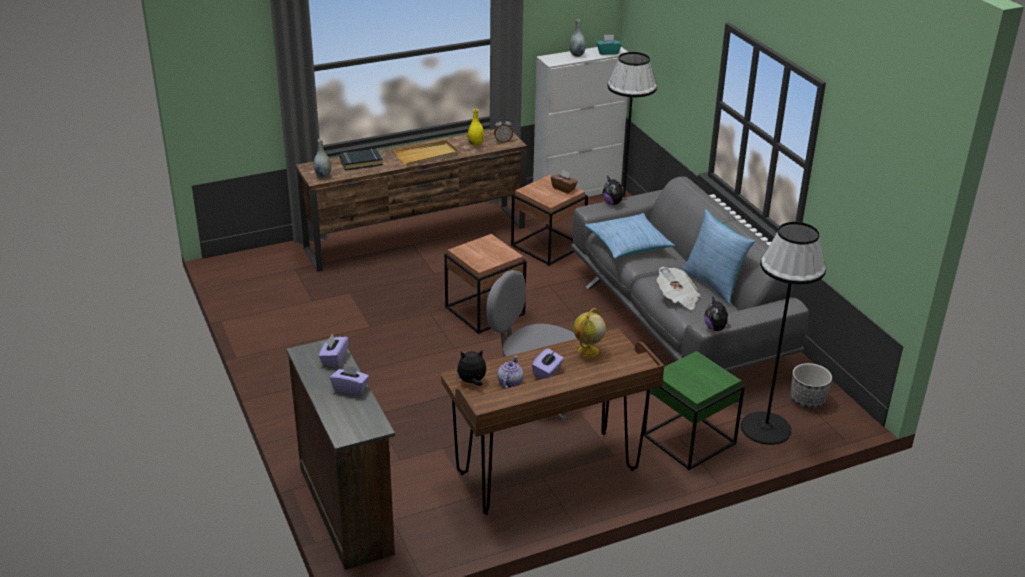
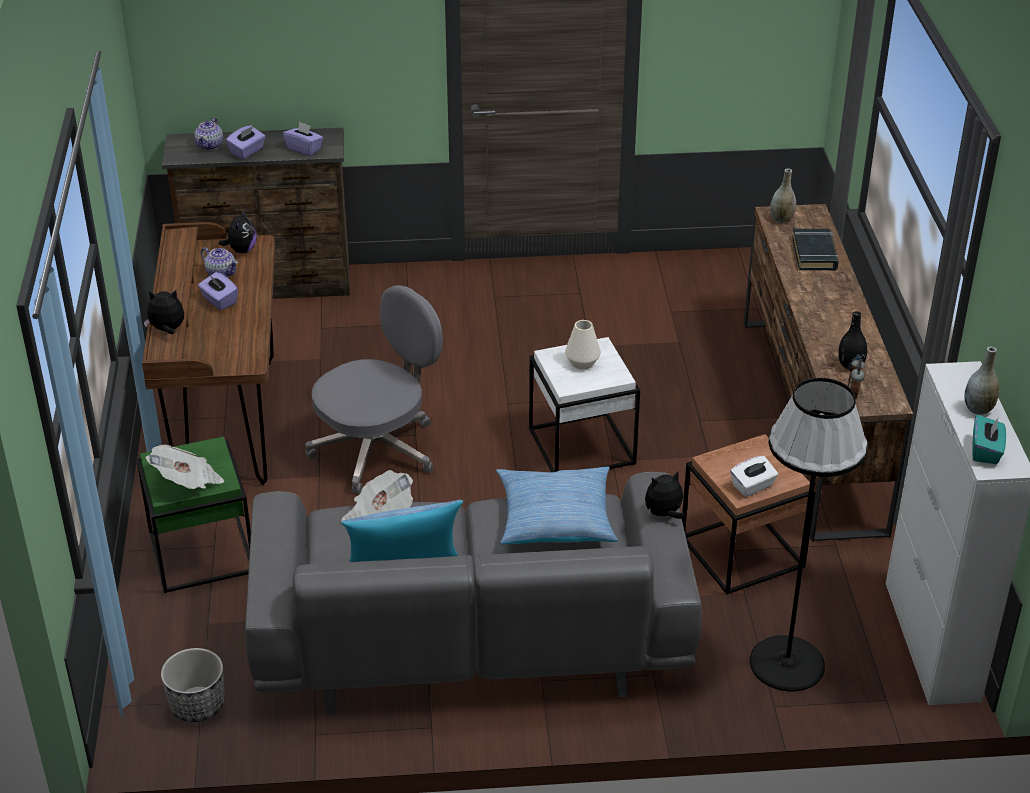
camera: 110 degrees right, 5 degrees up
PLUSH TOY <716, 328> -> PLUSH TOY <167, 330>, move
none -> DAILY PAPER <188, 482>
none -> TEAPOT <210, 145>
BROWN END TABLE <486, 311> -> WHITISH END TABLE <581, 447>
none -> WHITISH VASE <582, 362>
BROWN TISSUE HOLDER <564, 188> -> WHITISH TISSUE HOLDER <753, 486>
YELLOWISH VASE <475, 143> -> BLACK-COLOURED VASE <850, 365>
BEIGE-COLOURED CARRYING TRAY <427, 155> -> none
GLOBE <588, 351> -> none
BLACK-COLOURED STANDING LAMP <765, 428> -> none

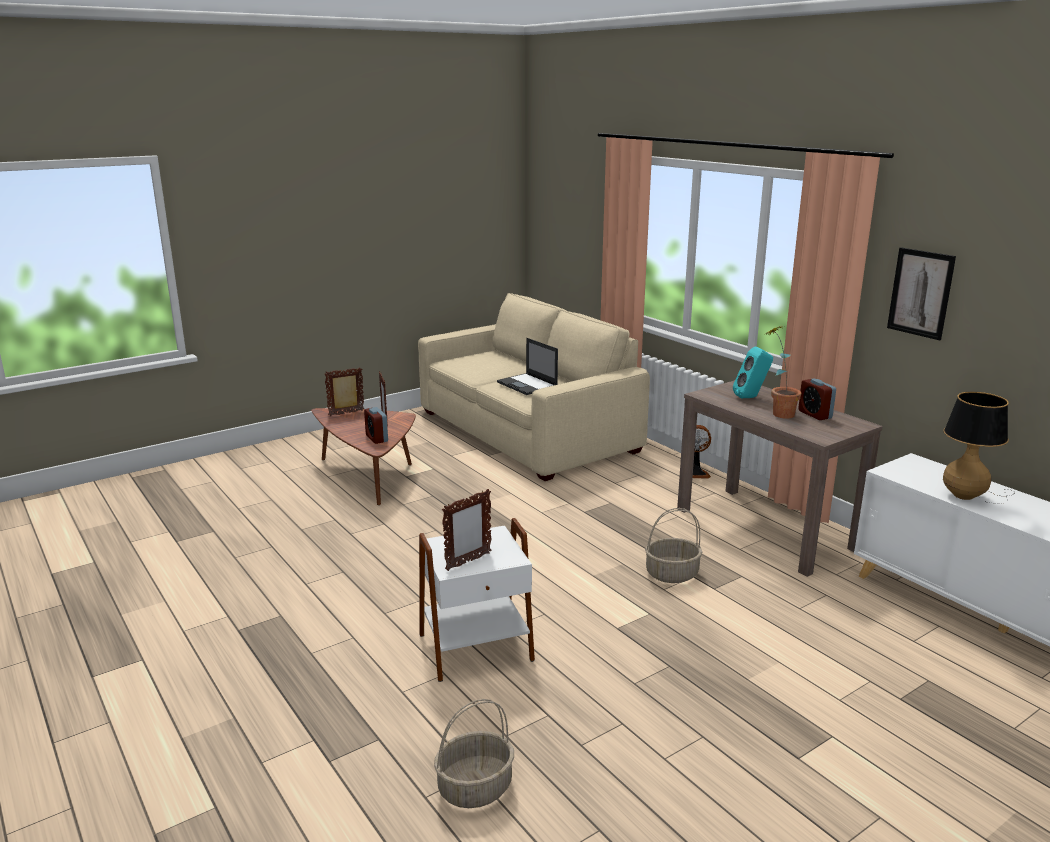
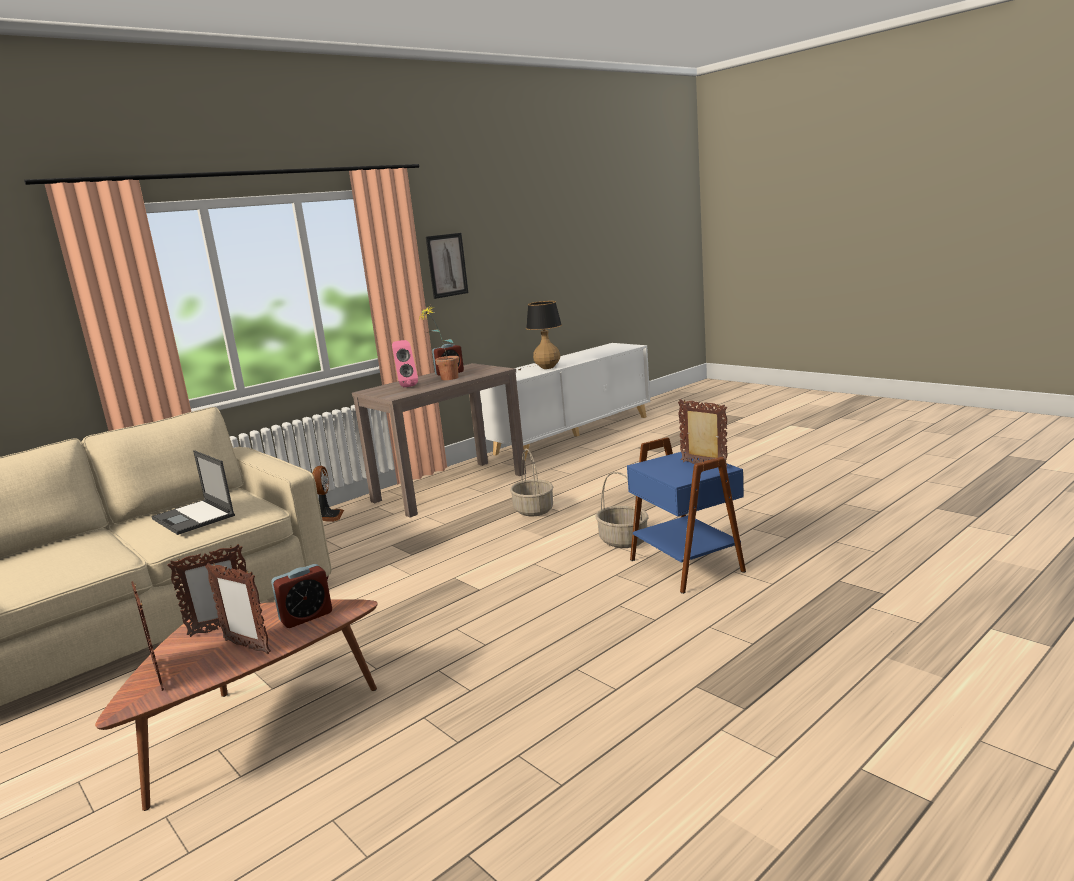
camera: 95 degrees left, 5 degrees down
NOTEBOOK COMPUTER <527, 385> -> NOTEBOOK COMPUTER <194, 517>, 90 degrees clockwise
none -> STANDING FRAME <247, 647>
BLUE-GREEN AUDIO SPEAKER <751, 397> -> PINK-COLOURED AUDIO SPEAKER <406, 386>
BASKET <475, 787> -> BASKET <622, 540>, move
WHITISH END TABLE <476, 649> -> BLUE END TABLE <688, 564>

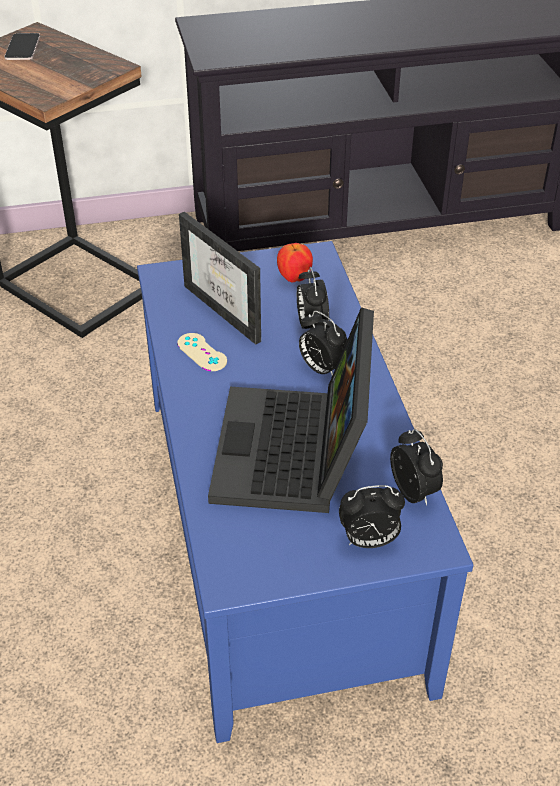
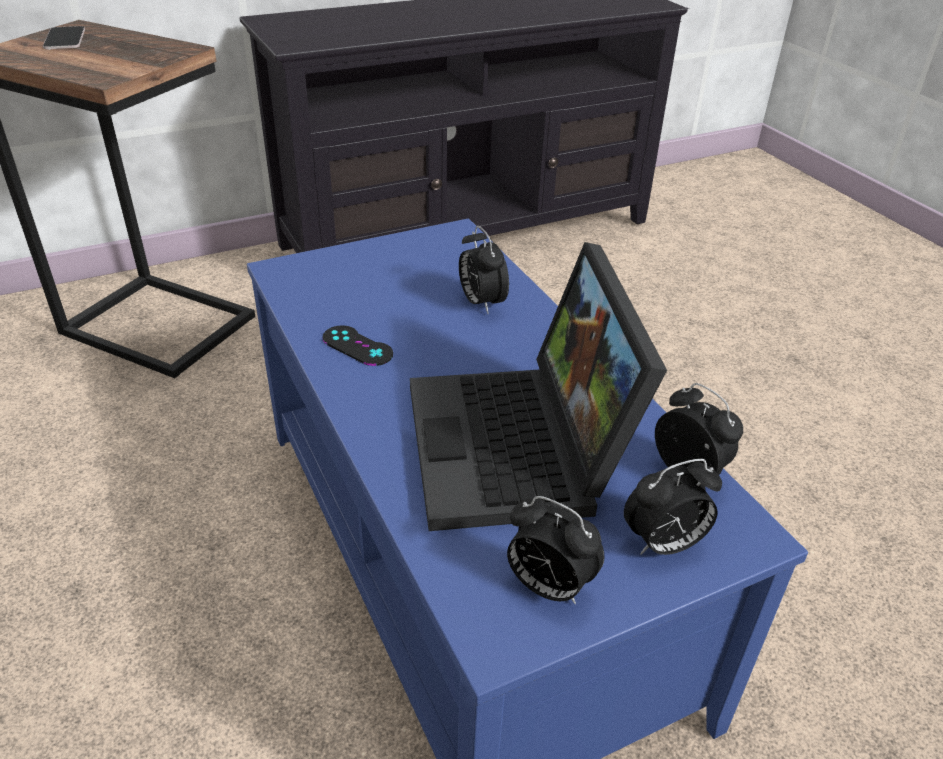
camera: 15 degrees left, 5 degrees down
BEIGE-COLOURED GAME CONTROLLER <202, 352> -> BLACK-COLOURED GAME CONTROLLER <357, 346>
ALARM CLOCK <322, 369> -> ALARM CLOCK <547, 586>, move
STANDING FRAME <232, 309> -> none
WHOLE APPLE <294, 278> -> none

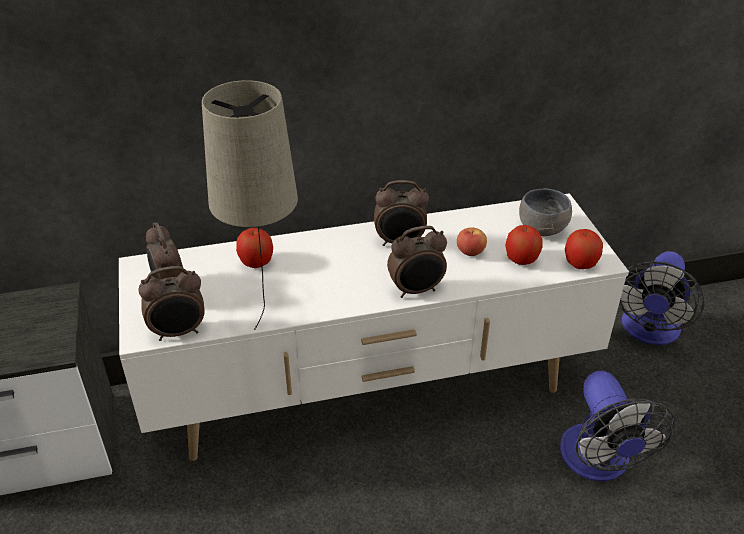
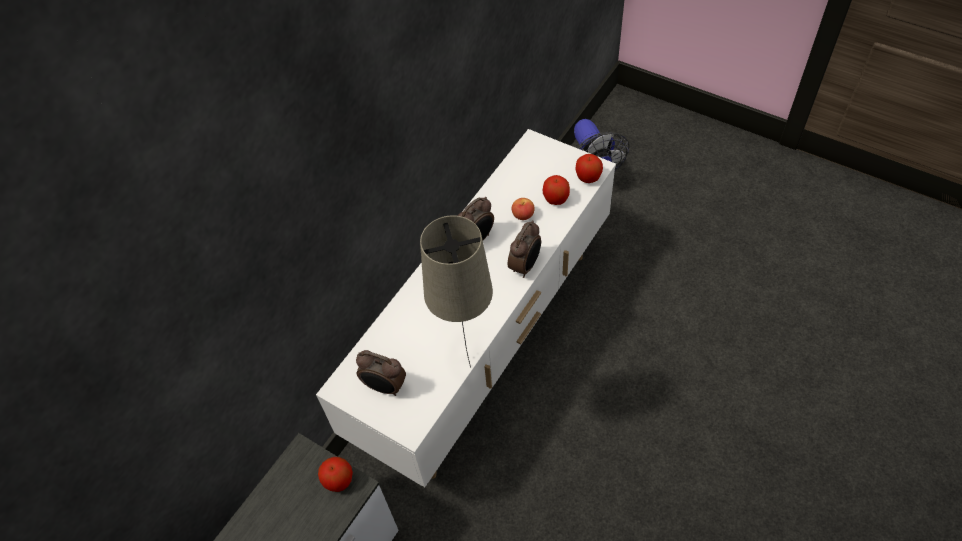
camera: 40 degrees left, 15 degrees up
WHOLE APPLE <256, 262> -> WHOLE APPLE <339, 480>, move
ALARM CLOCK <179, 332> -> none
GREY SERVING BOWL <541, 228> -> none
ELECTRIC FAN <599, 463> -> none

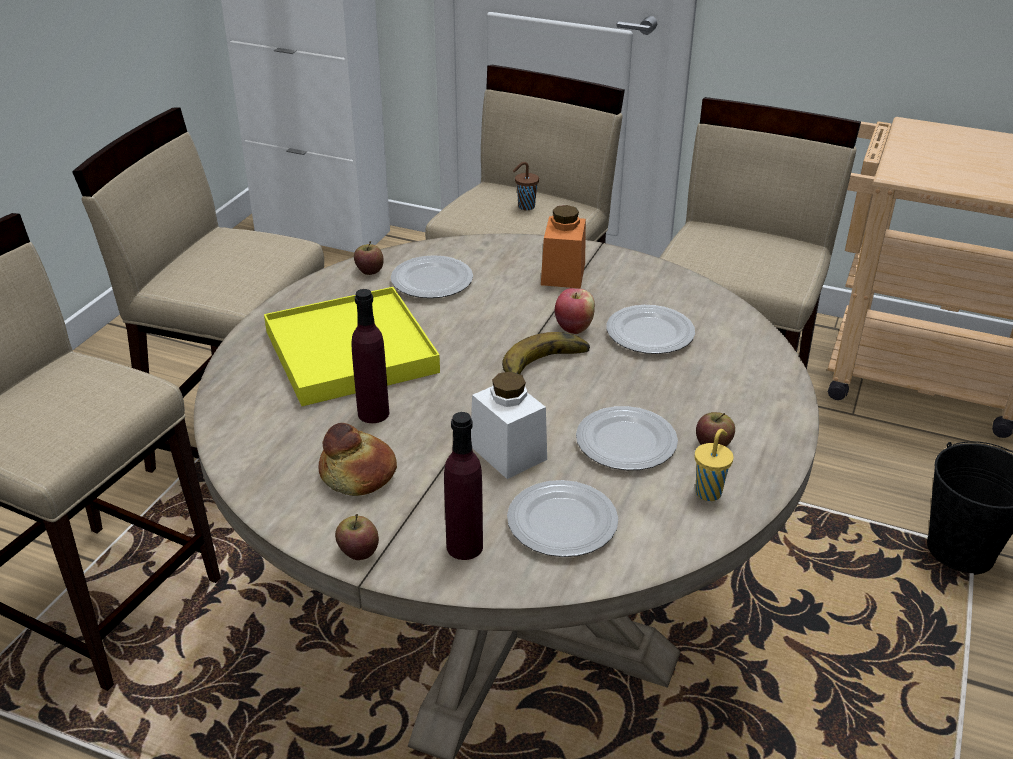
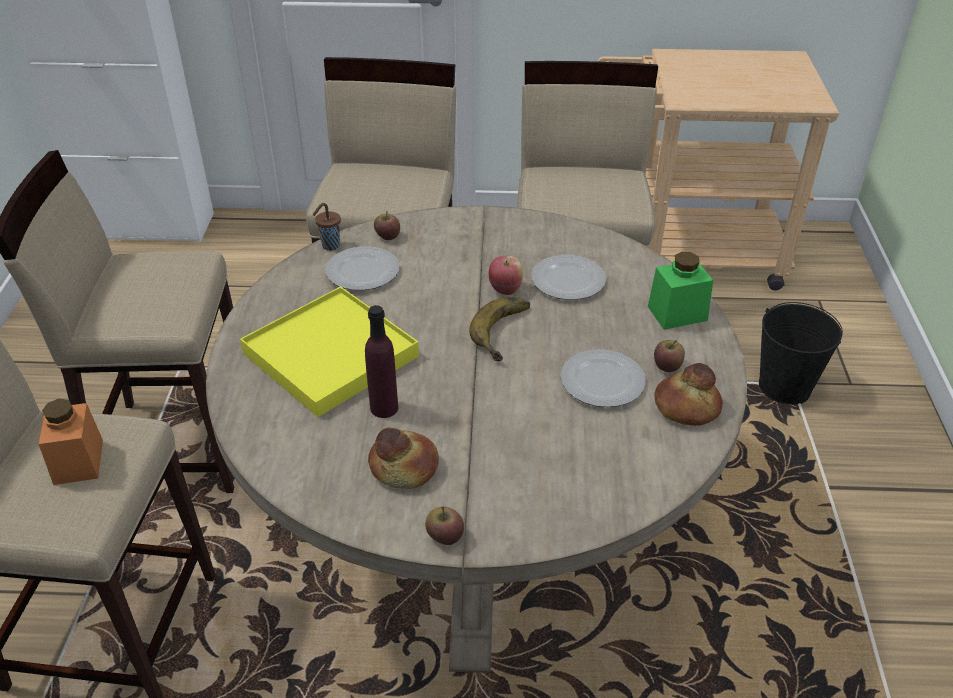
camera: 20 degrees left, 5 degrees up
ORANGE PRESERVE JAR <563, 274> -> ORANGE PRESERVE JAR <78, 462>, move
BROWN DRINKING CUP <525, 207> -> BROWN DRINKING CUP <330, 246>, move
WHOLE APPLE <369, 270> -> WHOLE APPLE <387, 236>, move
none -> GREEN PRESERVE JAR <677, 313>
YELLOWISH DRINKING CUP <709, 492> -> BAKERY BREAD <686, 407>
PURPLE-COLOURED BEVERAGE BOTTLE <464, 547> -> none
WHITISH PRESERVE JAR <508, 452> -> none
DINNER PLATE <561, 523> -> none

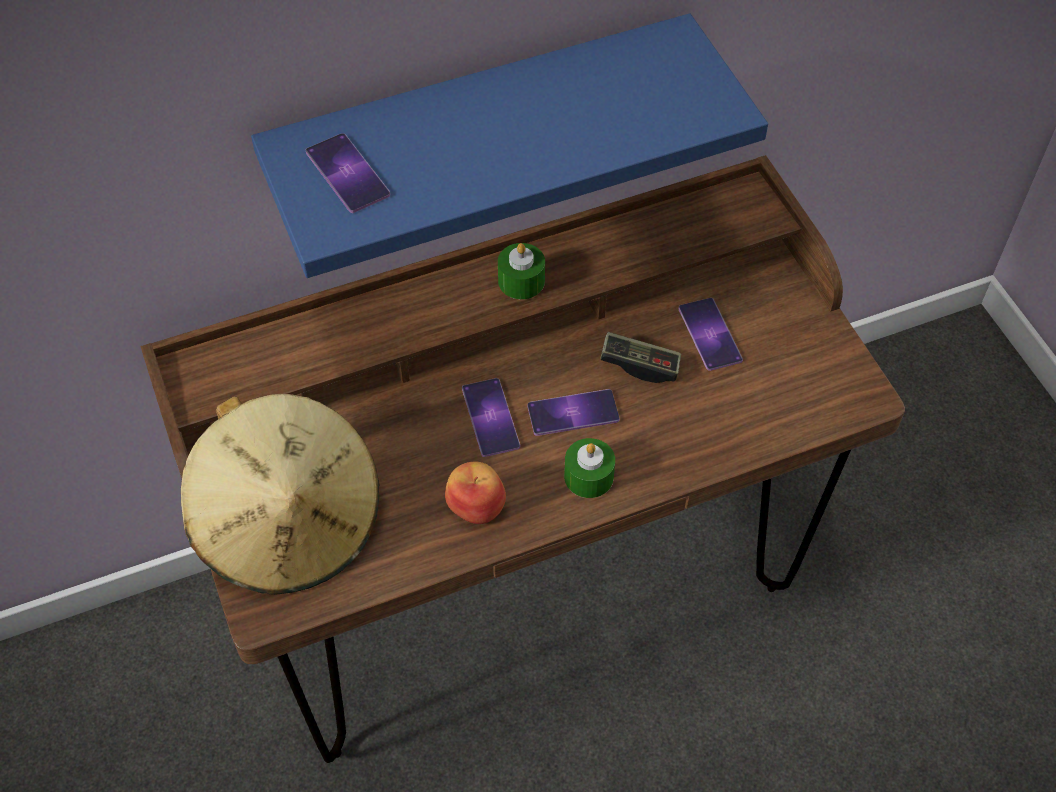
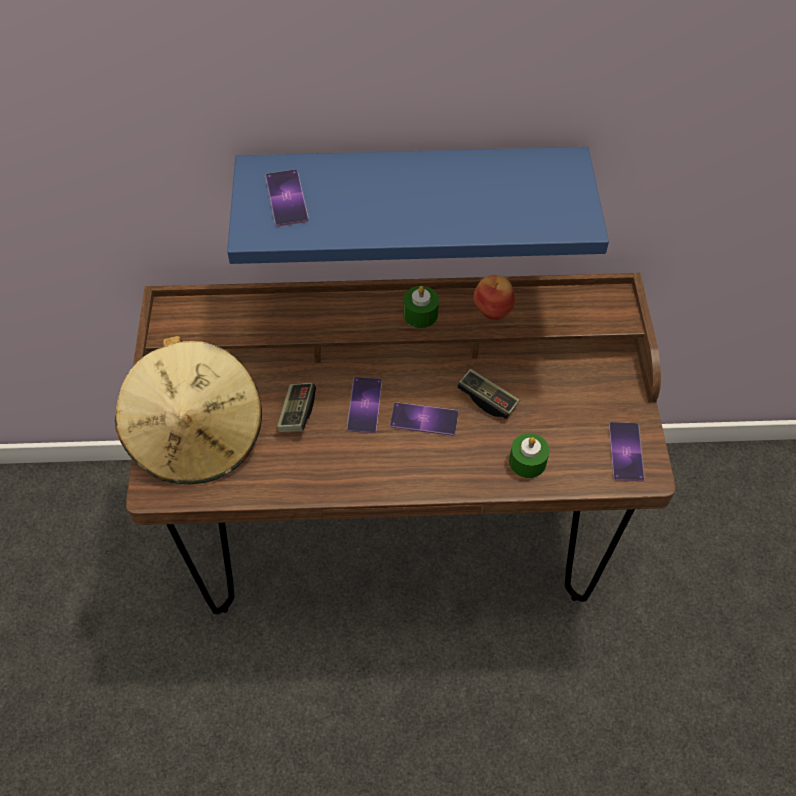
camera: 20 degrees right, 0 degrees up
none -> GAME CONTROLLER <297, 413>
WHOLE APPLE <476, 505> -> WHOLE APPLE <493, 308>, move
GREEN WAX CANDLE <588, 476> -> GREEN WAX CANDLE <527, 462>, move
PHONE <710, 334> -> PHONE <626, 451>, move

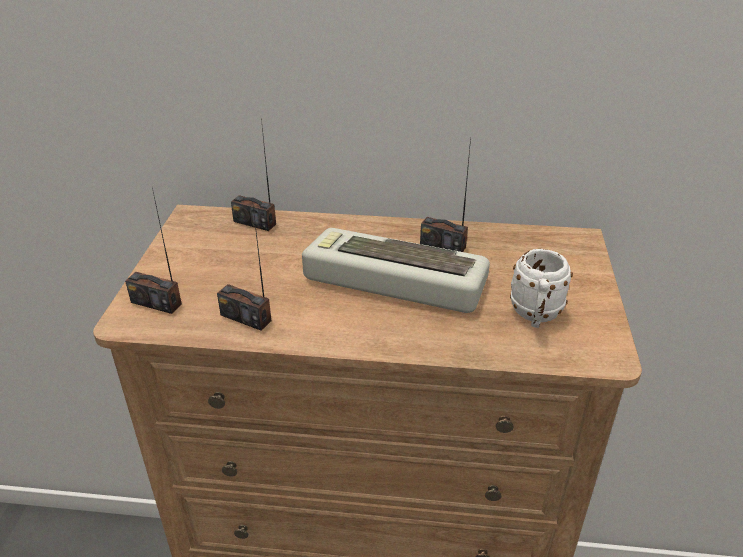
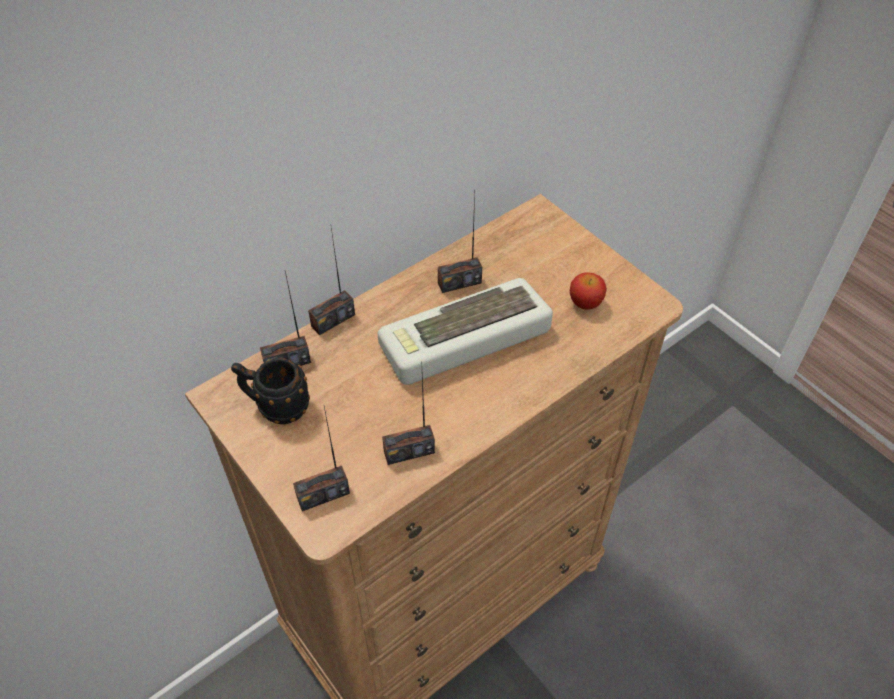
camera: 45 degrees left, 15 degrees up
none -> BLACK-COLOURED TEA MUG <276, 407>
none -> RADIO SET <333, 320>
WHITISH TEA MUG <535, 316> -> WHOLE APPLE <585, 303>

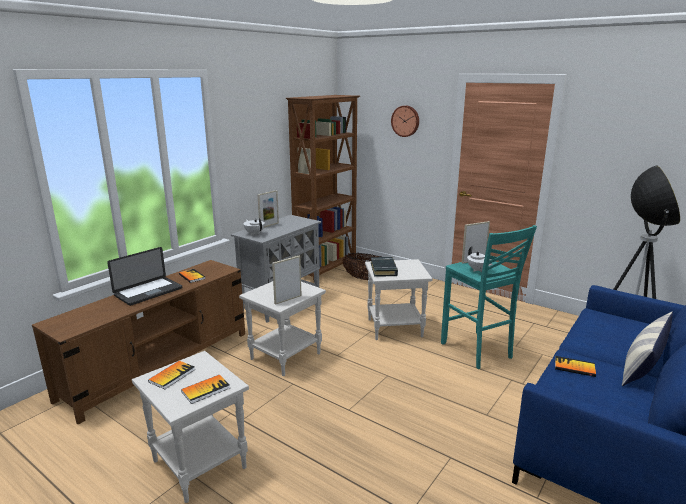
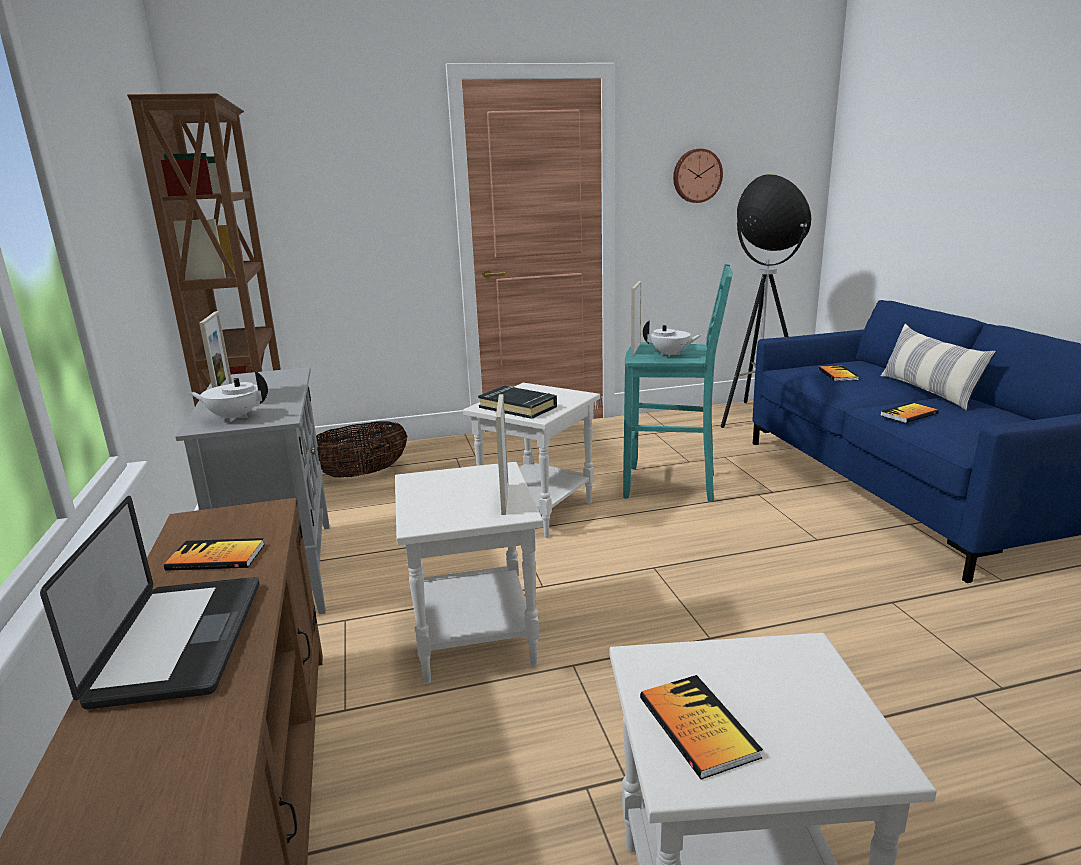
camera: 50 degrees left, 0 degrees up
CLOCK ON THE WALL <405, 121> -> CLOCK ON THE WALL <696, 176>, move
BOOK <206, 390> -> BOOK <838, 375>, move

